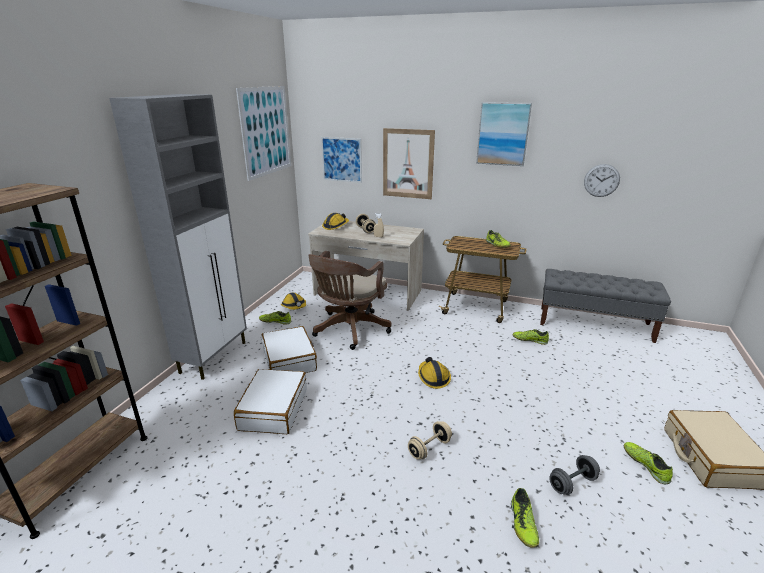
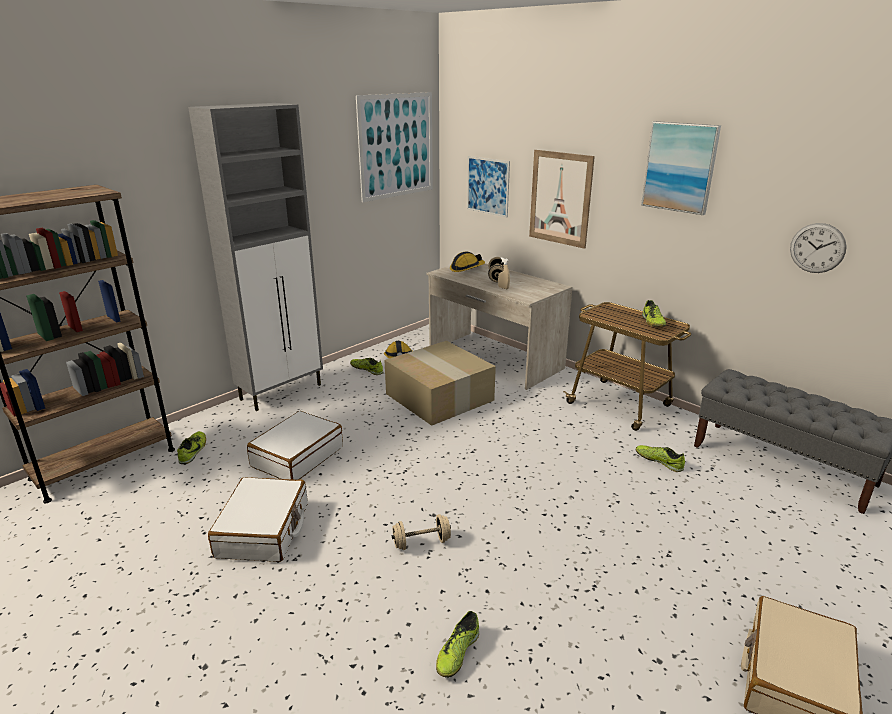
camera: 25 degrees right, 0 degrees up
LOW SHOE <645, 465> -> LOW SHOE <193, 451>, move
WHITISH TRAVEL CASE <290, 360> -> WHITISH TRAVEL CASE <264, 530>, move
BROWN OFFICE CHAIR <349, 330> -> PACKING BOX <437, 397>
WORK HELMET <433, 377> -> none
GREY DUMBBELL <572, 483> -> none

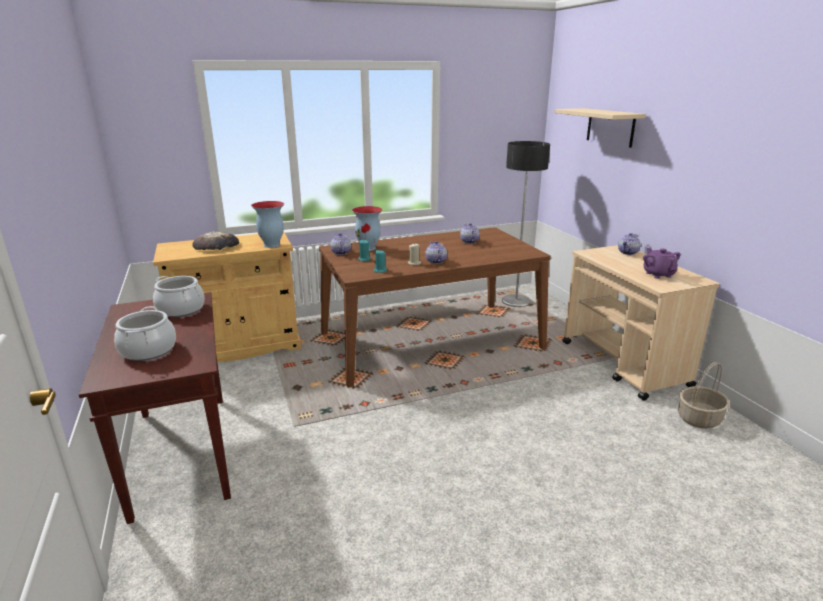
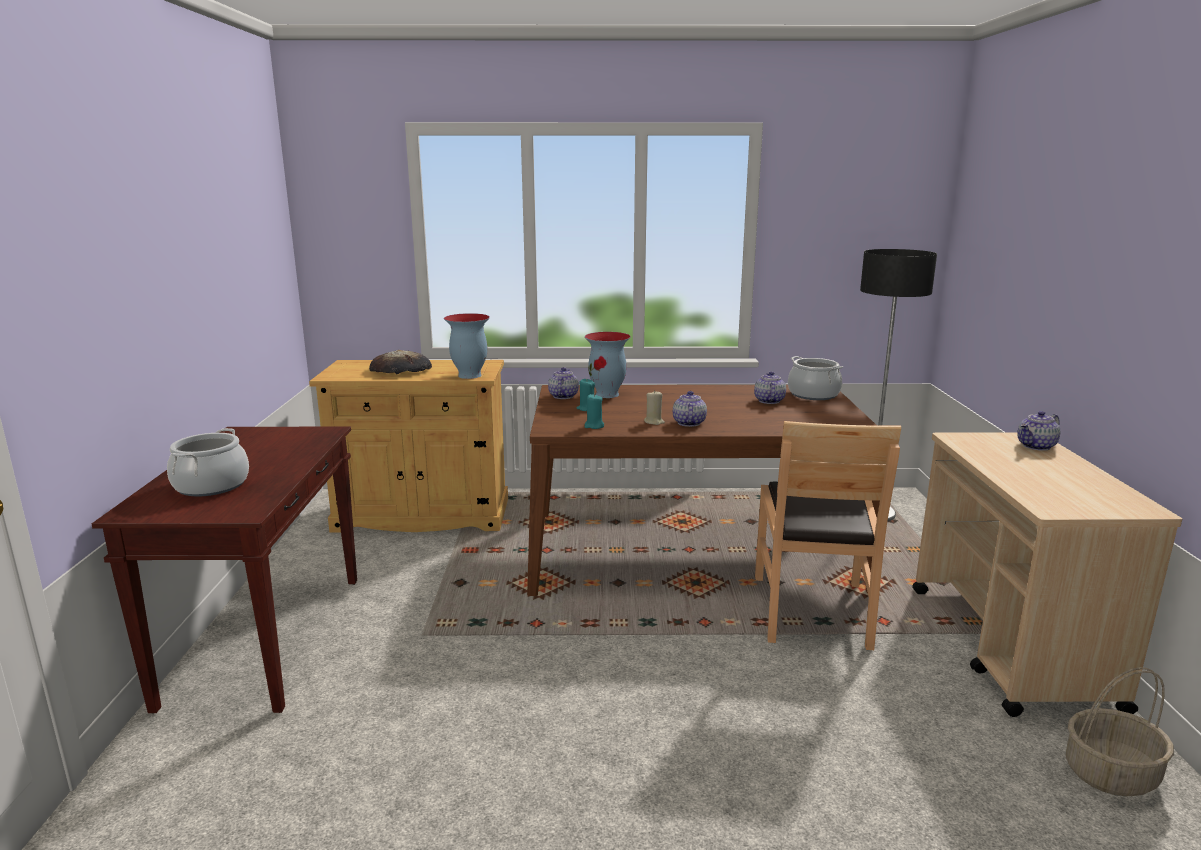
camera: 20 degrees right, 5 degrees down
none -> BROWN PLAIN CHAIR <812, 610>
COOKING POT <181, 310> -> COOKING POT <813, 395>, move
BEIGE-COLOURED BRACKET SHELF <610, 127> -> none
PURPLE-COLOURED TEAPOT <658, 274> -> none

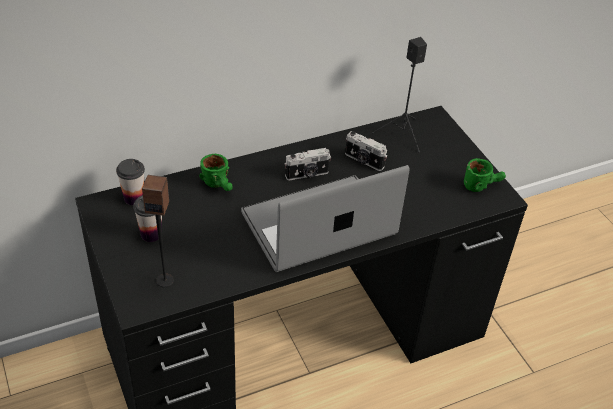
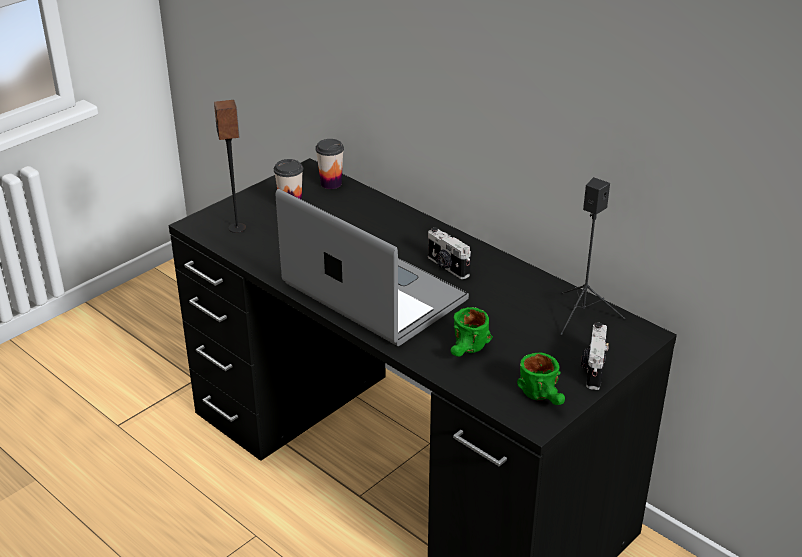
camera: 70 degrees right, 10 degrees down
GREEN TEA MUG <220, 185> -> GREEN TEA MUG <468, 351>, move
PHOTO CAMERA <363, 161> -> PHOTO CAMERA <592, 369>, move

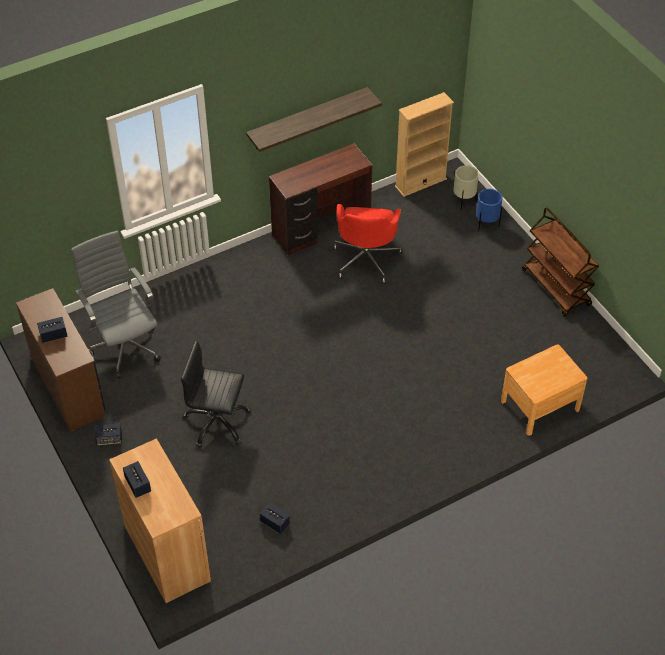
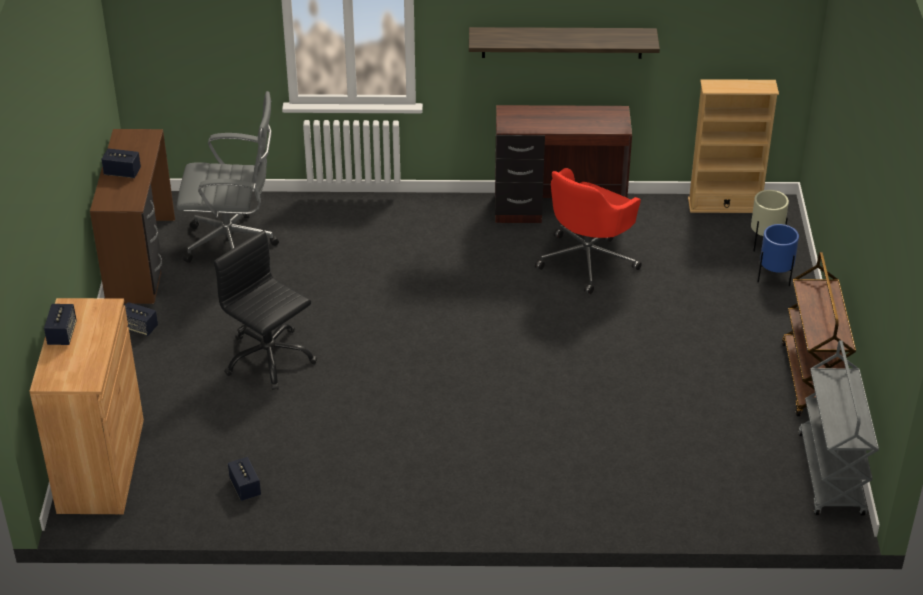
camera: 30 degrees right, 10 degrees down
GREY OFFICE CHAIR <124, 346> -> GREY OFFICE CHAIR <234, 244>, 90 degrees clockwise
none -> GREY TROLLEY <831, 475>
BROWN NIGHT TABLE <540, 405> -> none

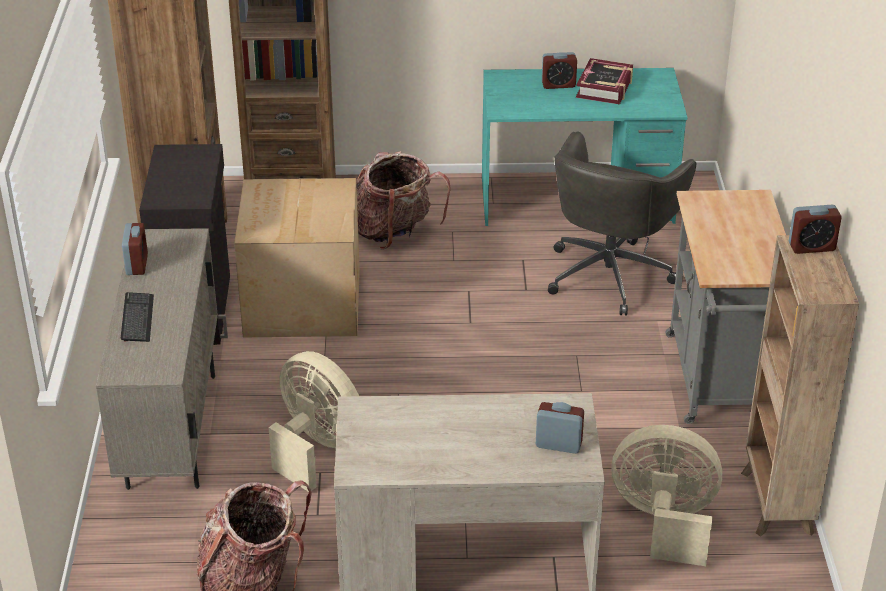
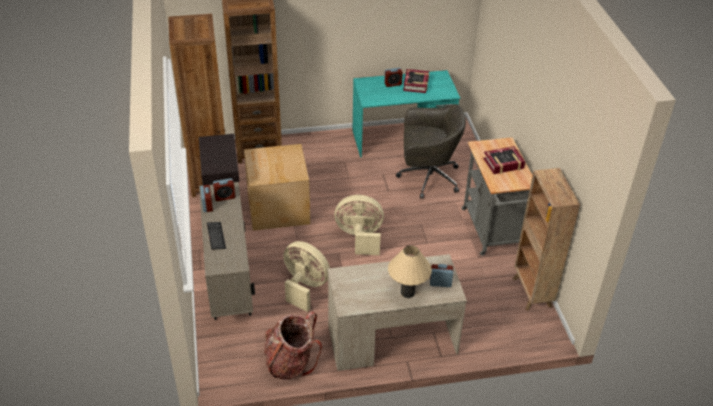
camera: 10 degrees left, 5 degrees up
ALARM CLOCK <811, 247> -> ALARM CLOCK <224, 197>, move
BEIGE-COLOURED ELECTRIC FAN <664, 522> -> BEIGE-COLOURED ELECTRIC FAN <360, 237>, move
none -> BEIGE-COLOURED LAMP FOR A TABLE <407, 292>
GREY OFFICE CHAIR <610, 273> -> GREY OFFICE CHAIR <427, 178>, 105 degrees counterclockwise
none -> BOOK <503, 163>
BACKPACK <394, 232> -> none

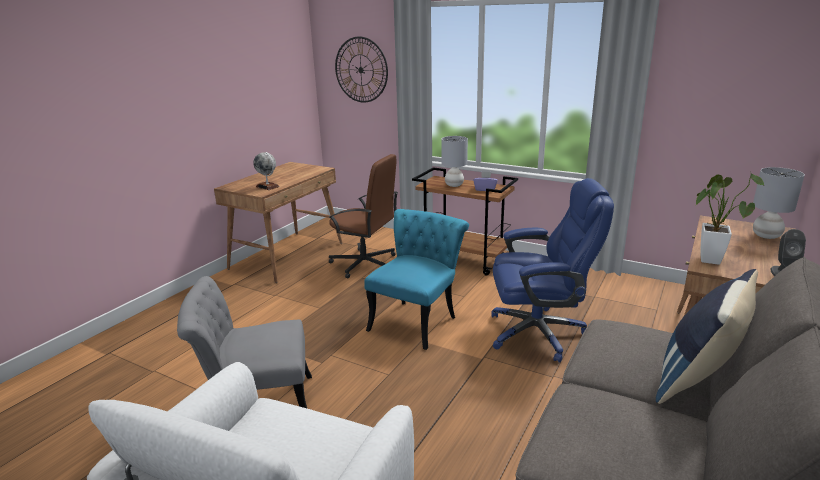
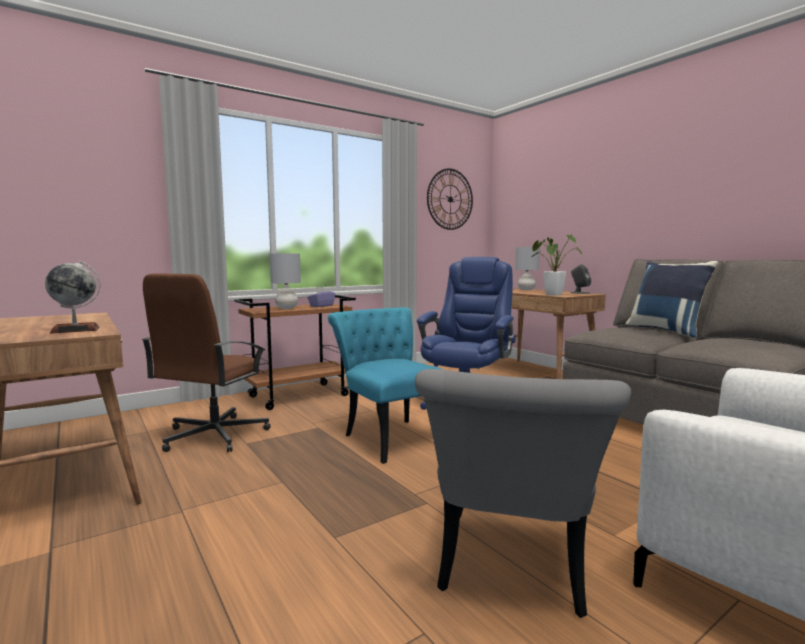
camera: 65 degrees left, 15 degrees down
BROWN OFFICE CHAIR <365, 264> -> BROWN OFFICE CHAIR <213, 435>, 150 degrees clockwise
CLOCK ON THE WALL <361, 70> -> CLOCK ON THE WALL <450, 199>, move

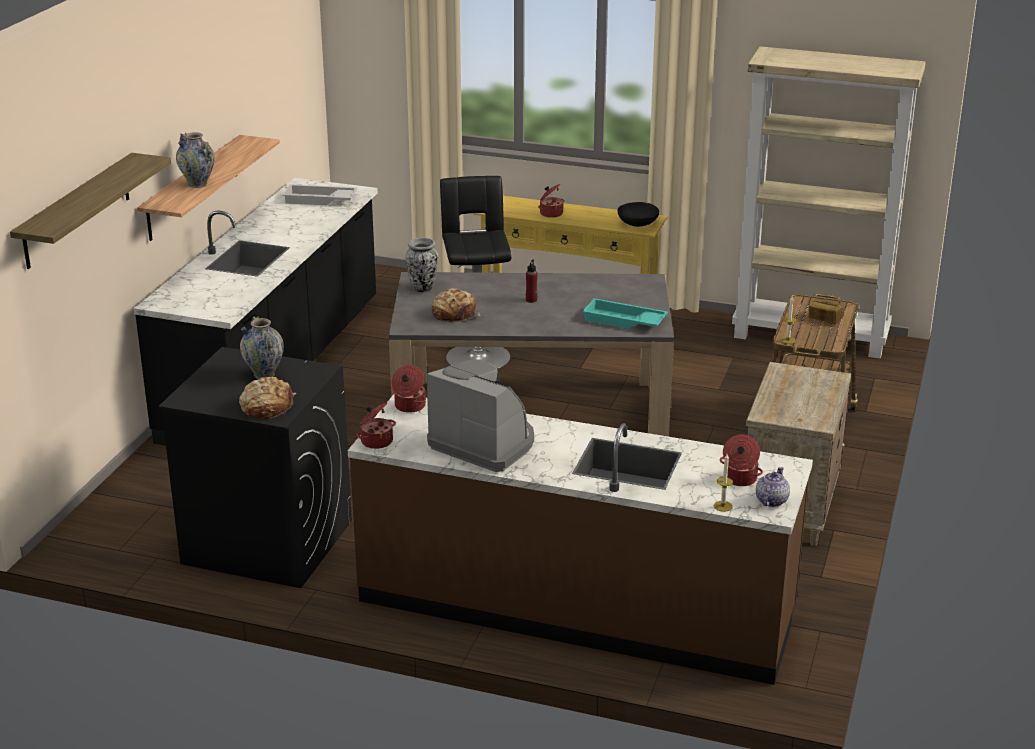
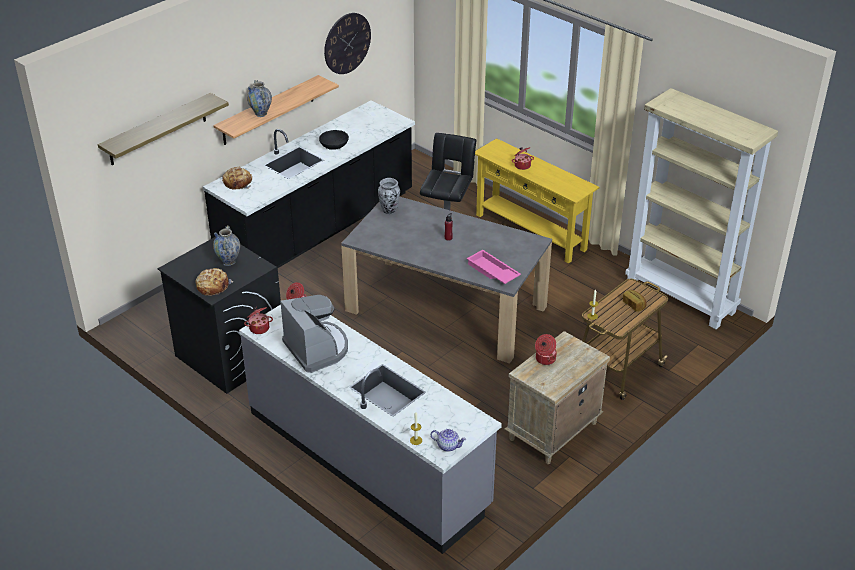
camera: 25 degrees right, 10 degrees up
BAKERY BREAD <454, 313> -> BAKERY BREAD <238, 183>, move
BROWN COUNTER <575, 607> -> GREY COUNTER <368, 459>
BLACK-COLOURED SERVING BOWL <637, 224> -> BLACK-COLOURED SERVING BOWL <334, 146>, move
none -> CLOCK ON THE WALL <347, 43>
TEAPOT <771, 500> -> TEAPOT <448, 446>, 60 degrees clockwise
BLUE-GREEN CARRYING TRAY <623, 321> -> PINK-COLOURED CARRYING TRAY <492, 272>
COOKING POT <739, 479> -> COOKING POT <545, 359>, move
WHITISH CARRYING TRAY <319, 200> -> none

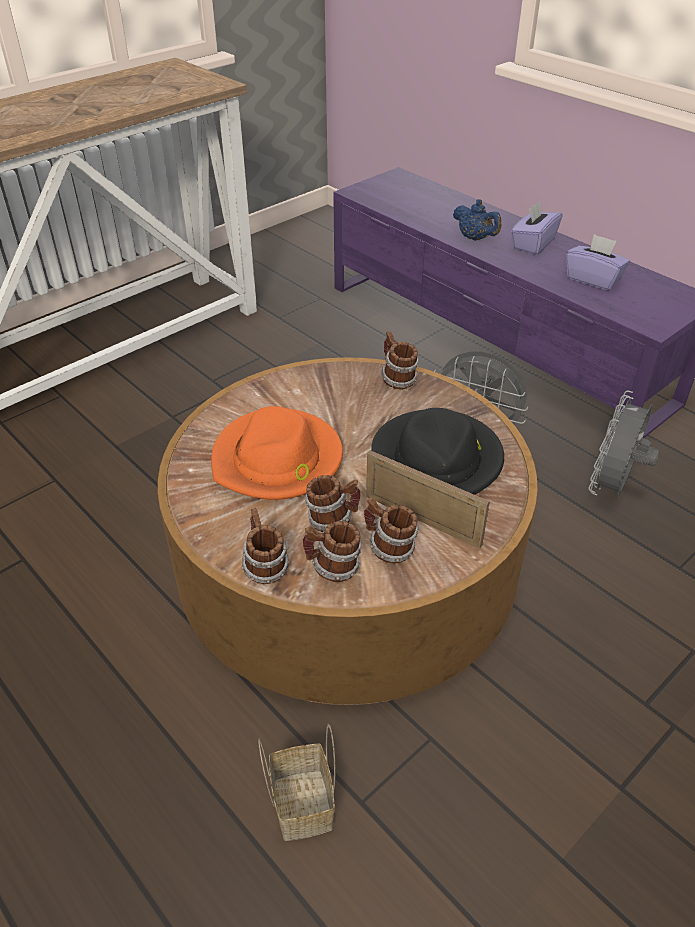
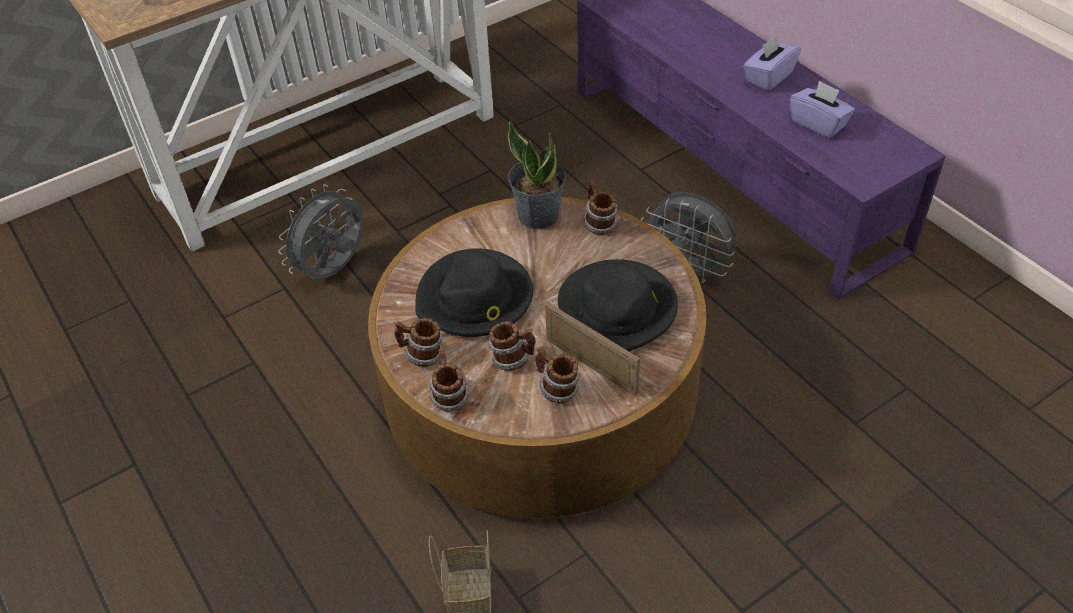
camera: 10 degrees right, 5 degrees up
GREY ELECTRIC FAN <612, 488> -> GREY ELECTRIC FAN <334, 270>, move
TEA MUG <333, 569> -> TEA MUG <422, 355>, move
ORANGE HAT <278, 460> -> BLACK-COLOURED HAT <475, 298>
none -> POTTED PLANT <538, 215>
BLUE TEAPOT <475, 238> -> none

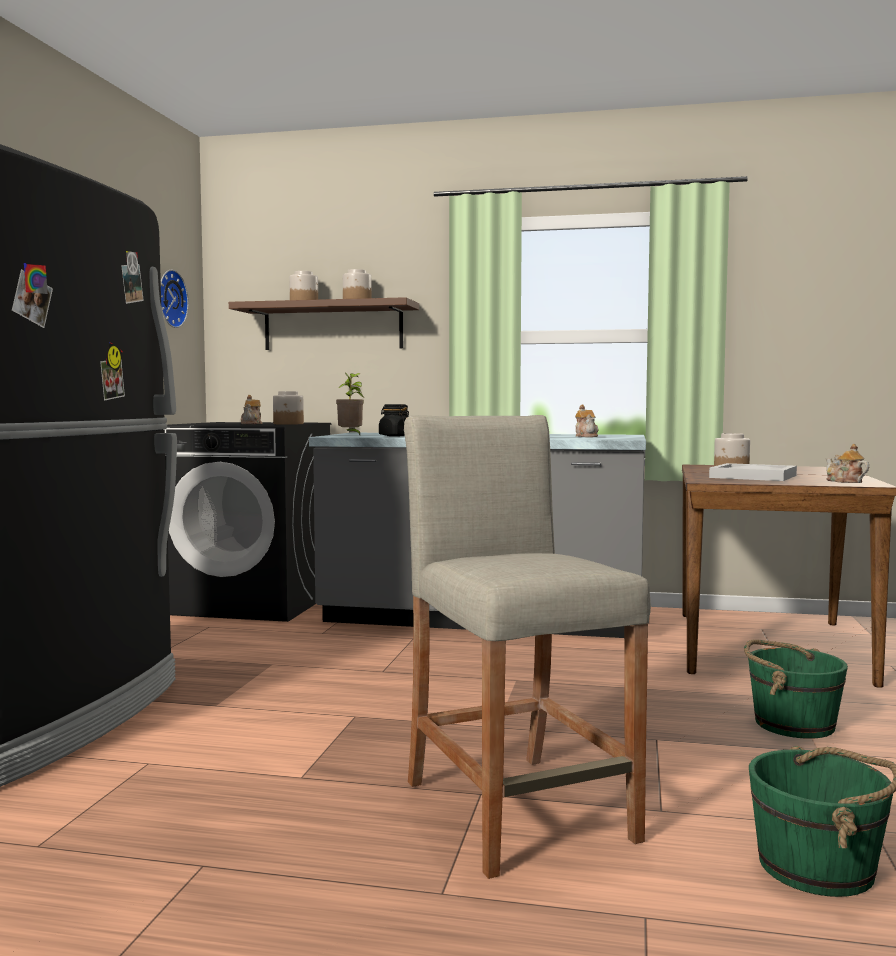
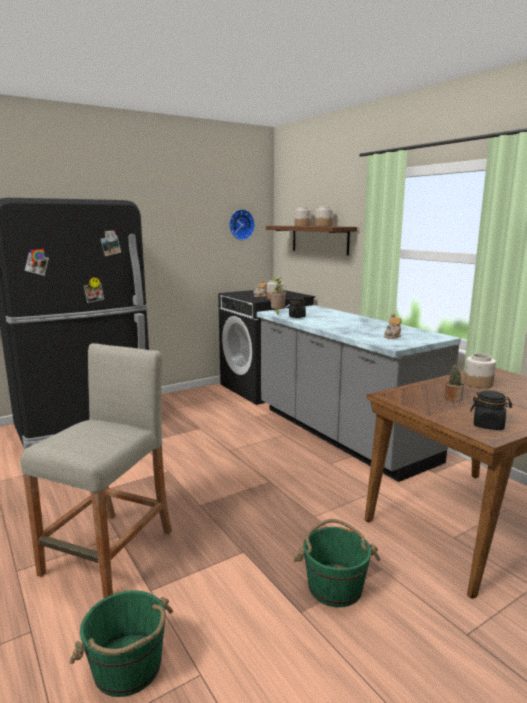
camera: 45 degrees right, 10 degrees up
WHITISH CARRYING TRAY <754, 476> -> POTTED PLANT <452, 398>
TEAPOT <844, 481> -> BLACK-COLOURED PRESERVE JAR <488, 425>

